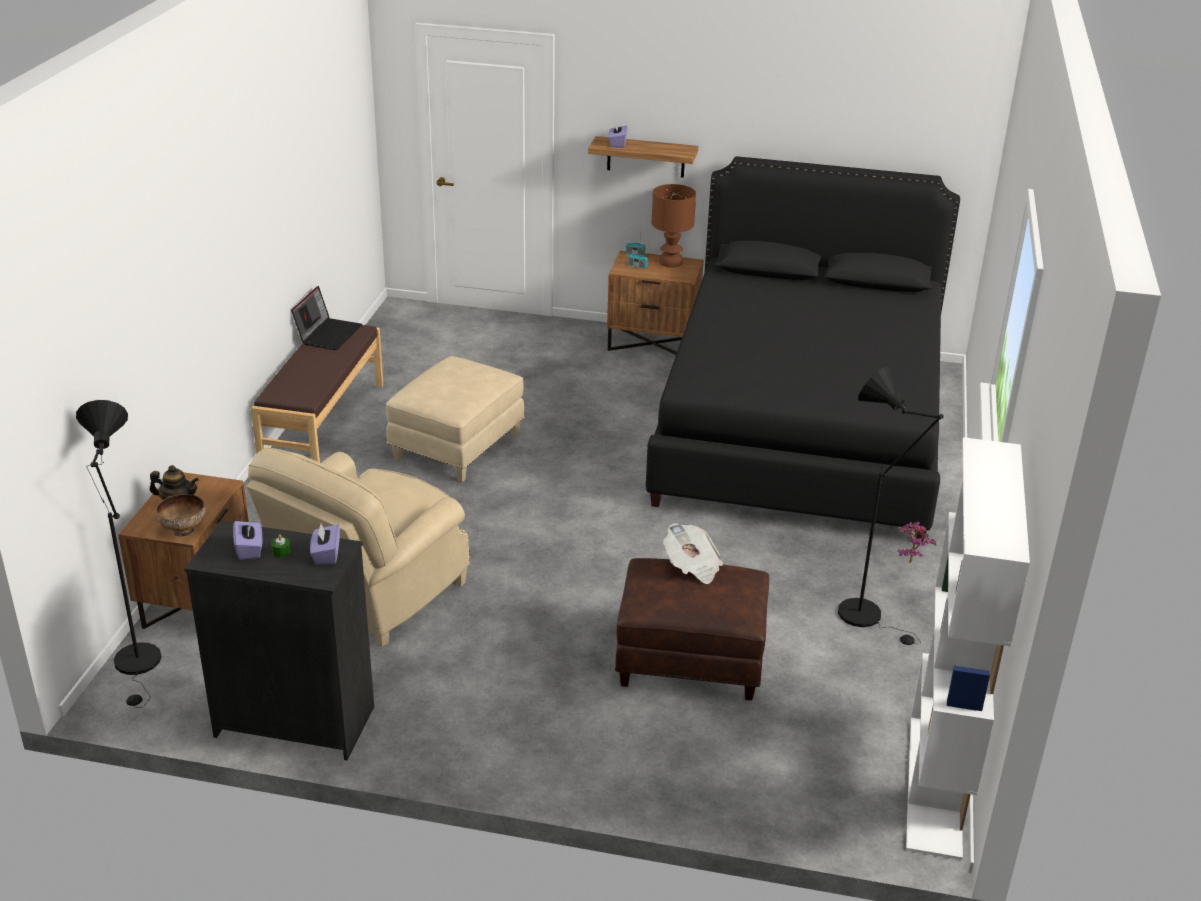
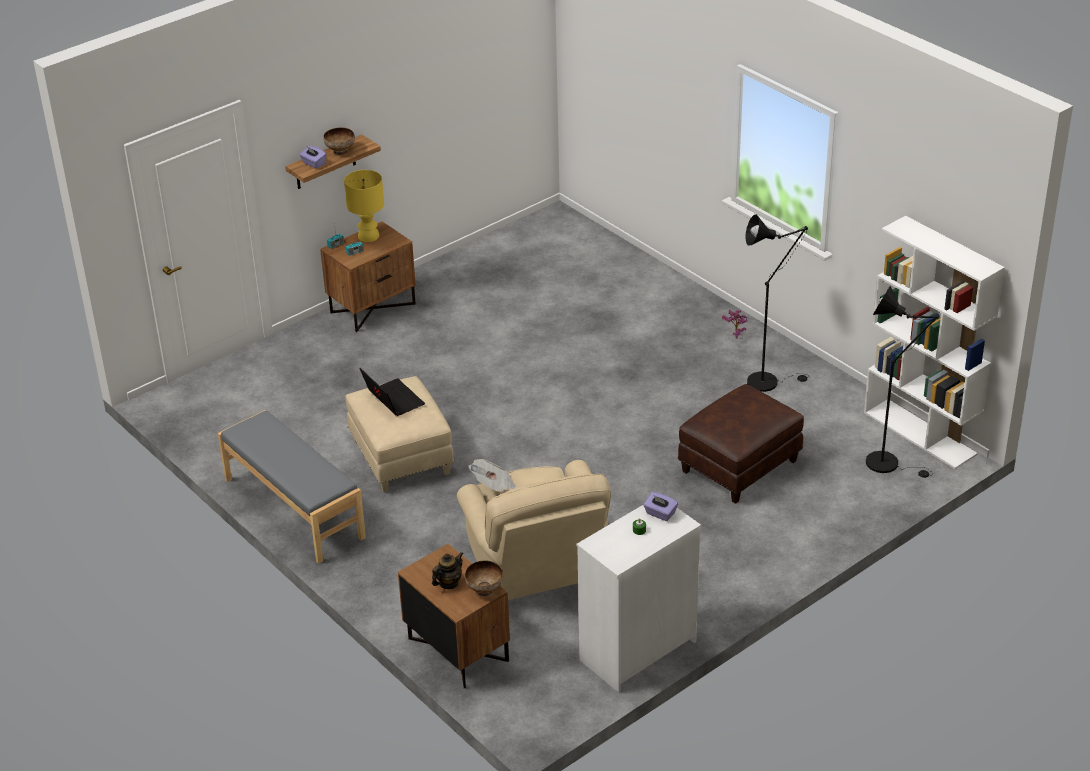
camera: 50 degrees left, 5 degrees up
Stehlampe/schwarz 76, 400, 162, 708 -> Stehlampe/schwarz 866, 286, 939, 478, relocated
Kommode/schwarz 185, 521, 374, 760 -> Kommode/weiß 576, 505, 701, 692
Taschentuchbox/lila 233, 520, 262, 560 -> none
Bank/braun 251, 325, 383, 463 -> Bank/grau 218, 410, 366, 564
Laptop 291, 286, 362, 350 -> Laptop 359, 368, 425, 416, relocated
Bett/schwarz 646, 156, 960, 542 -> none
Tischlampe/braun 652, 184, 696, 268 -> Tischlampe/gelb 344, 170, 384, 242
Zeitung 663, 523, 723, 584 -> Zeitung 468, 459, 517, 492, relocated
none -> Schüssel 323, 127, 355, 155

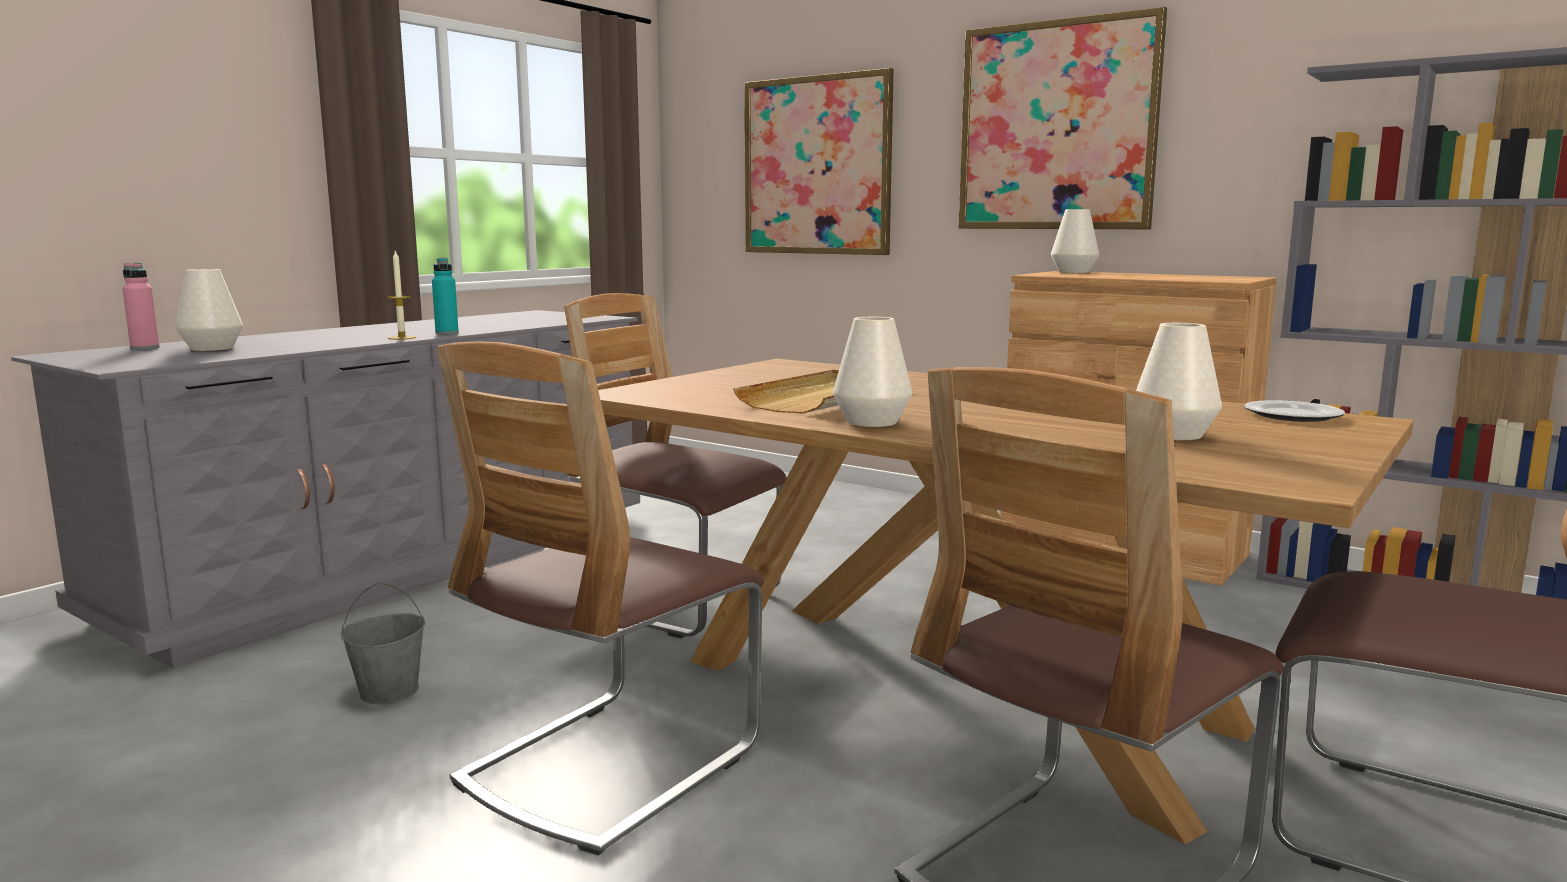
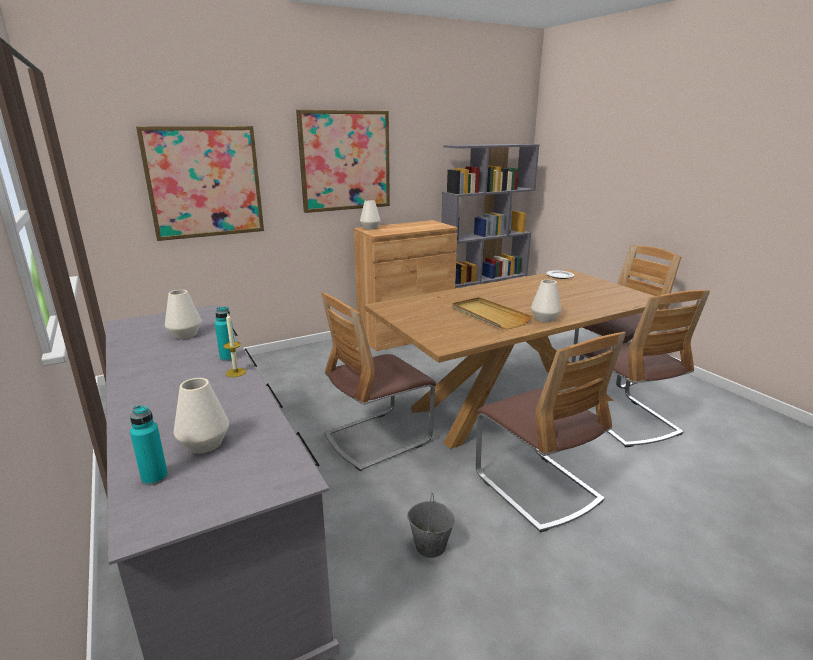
camera: 65 degrees left, 10 degrees up
Flasche/rosa 122, 263, 160, 350 -> Flasche/türkis 130, 405, 168, 486
Vase/weiß 1136, 323, 1222, 440 -> Vase/weiß 165, 290, 202, 339, relocated

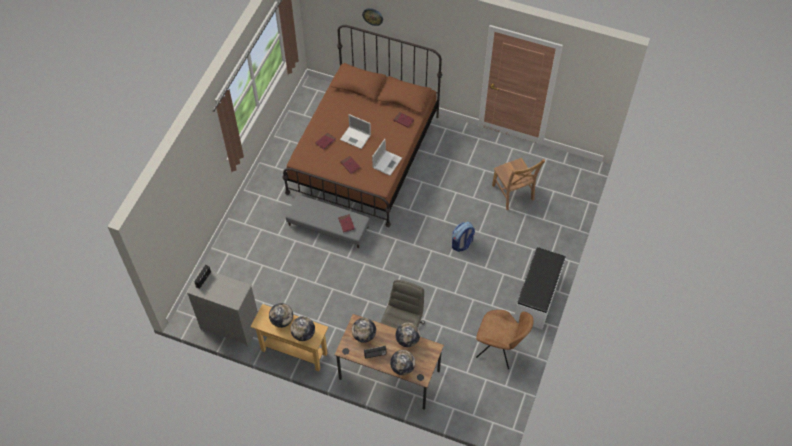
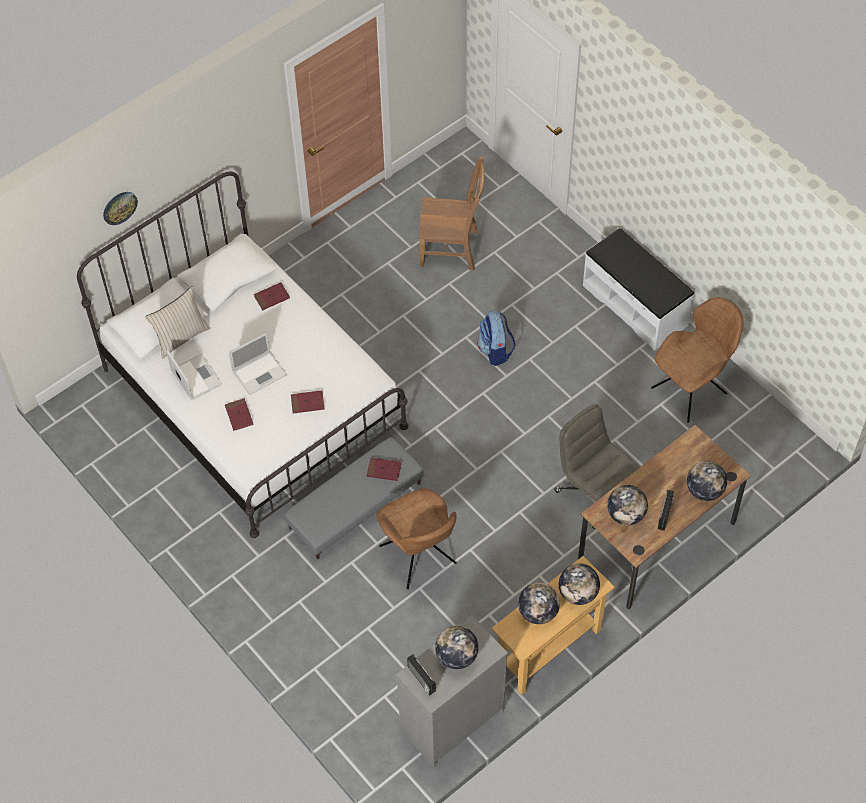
camera: 60 degrees left, 0 degrees up
Bett/braun 282, 25, 442, 227 -> Bett/weiß 77, 172, 408, 538
Laptop 372, 139, 402, 176 -> Laptop 166, 350, 222, 400, relocated
Globus 396, 323, 420, 347 -> Globus 435, 626, 479, 669, relocated
none -> Kissen/beige 145, 286, 211, 358
none -> Stuhl/braun 376, 488, 457, 589

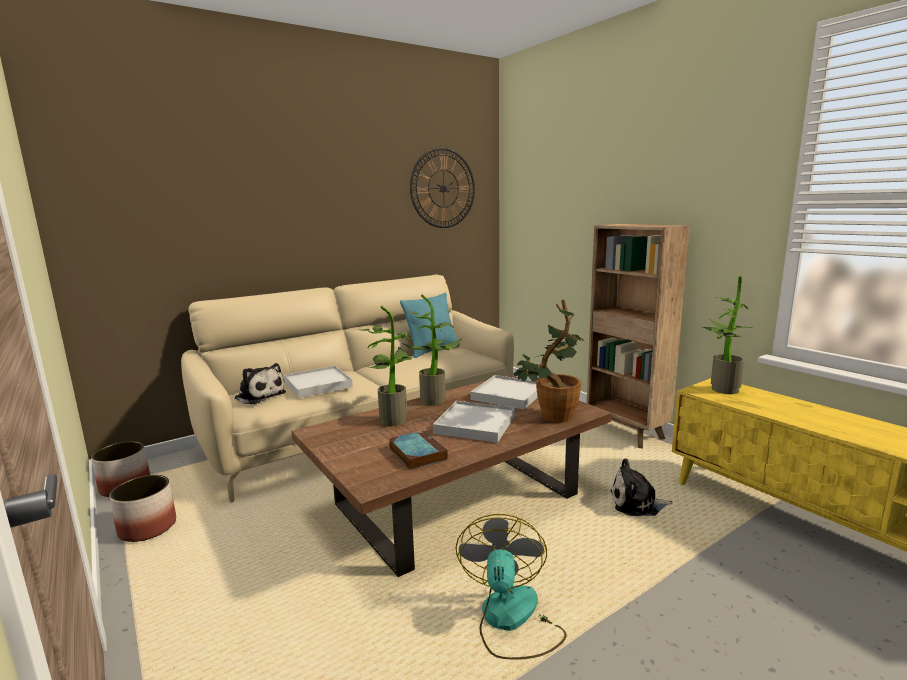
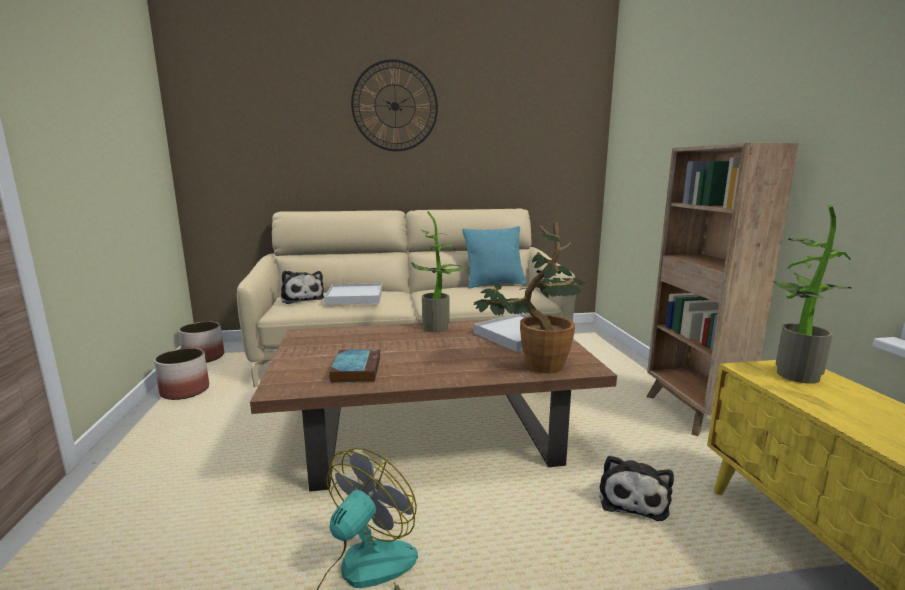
camera: 25 degrees right, 0 degrees up
Topfpflanze 356, 306, 411, 426 -> none
Wanduhr 410, 148, 475, 228 -> Wanduhr 351, 59, 438, 151, relocated
Tablett/weiß 433, 401, 515, 443 -> none
Plüschtier 611, 458, 673, 516 -> Plüschtier 599, 455, 674, 521, 105 degrees counterclockwise

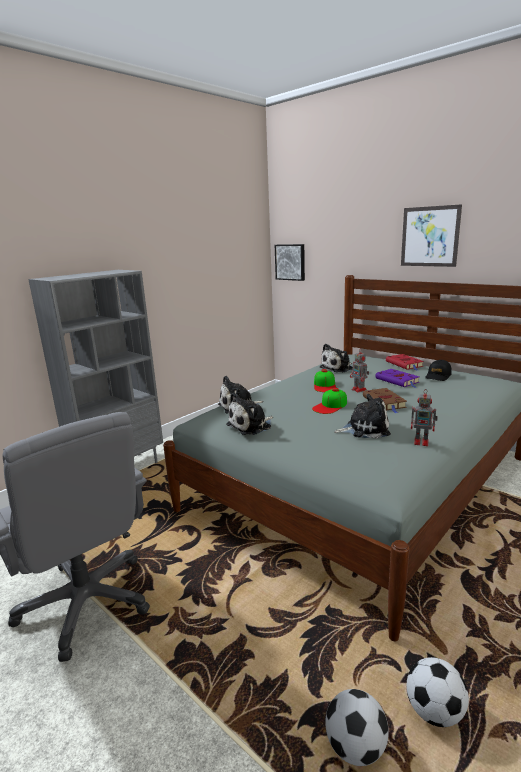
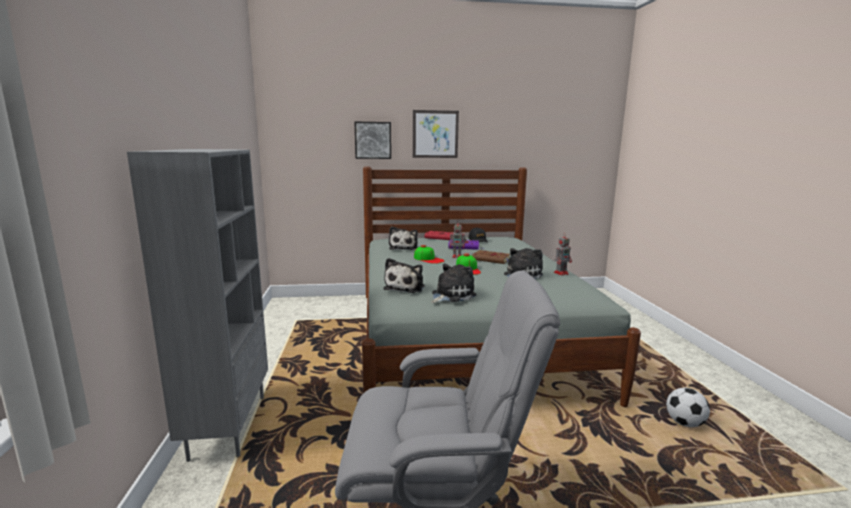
camera: 50 degrees left, 5 degrees down
Plüschtier 226, 392, 273, 435 -> Plüschtier 431, 264, 476, 303, 135 degrees counterclockwise
Bild 275, 244, 305, 281 -> Bild 355, 122, 391, 159, relocated
Fußball 325, 689, 389, 766 -> none

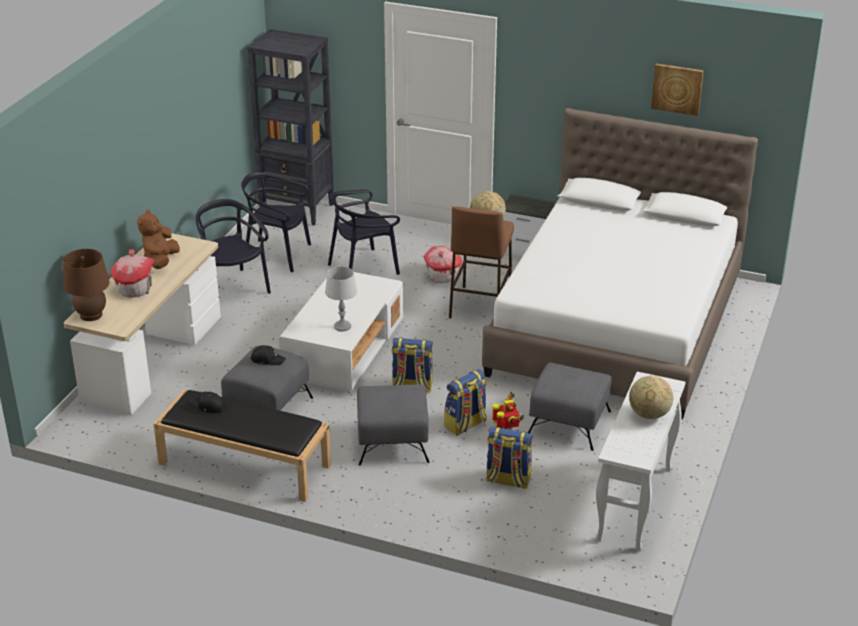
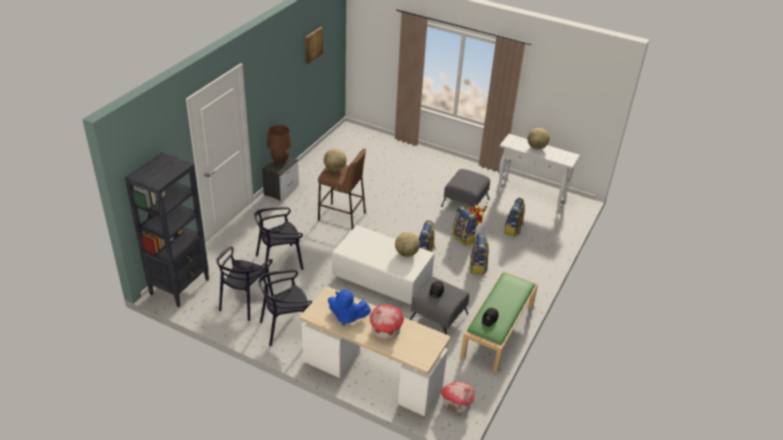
camera: 85 degrees left, 5 degrees up
Tischlampe/braun 63, 249, 109, 321 -> Tischlampe/braun 267, 125, 292, 165, relocated
Plüschtier/braun 137, 210, 180, 269 -> Plüschtier/blau 328, 290, 371, 326
Bank/schwarz 153, 390, 331, 502 -> Bank/grün 460, 271, 538, 372
Tischlampe/grau 325, 266, 358, 331 -> Globus 395, 232, 420, 257
Stuhl/schwarz 328, 190, 400, 275 -> Stuhl/schwarz 254, 207, 304, 270, 90 degrees clockwise
Polsterhocker/grau 357, 384, 430, 465 -> Rucksack 470, 233, 489, 275
Spielzeughaus 423, 246, 463, 283 -> Spielzeughaus 441, 382, 474, 414, relocated
Bett/weiß 482, 108, 758, 419 -> none

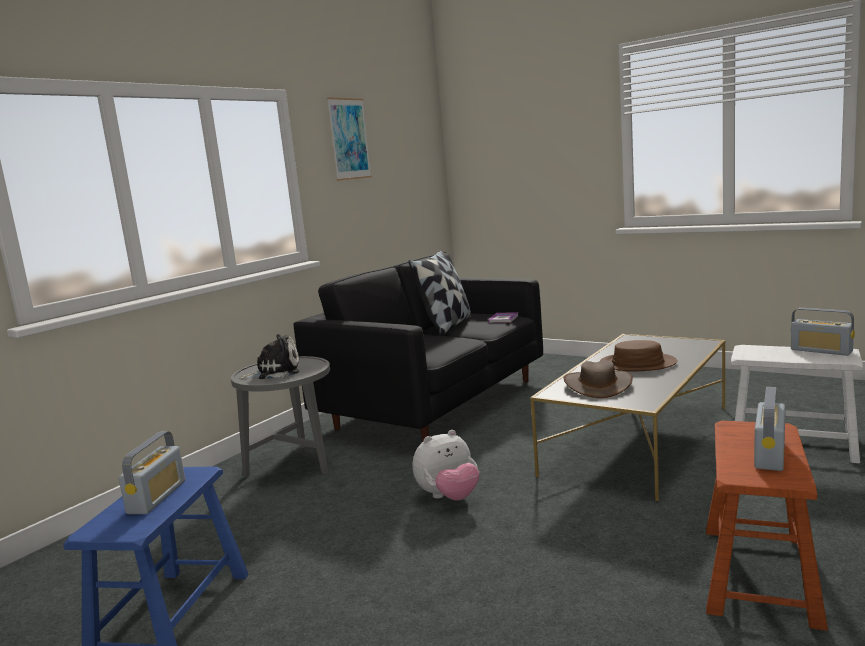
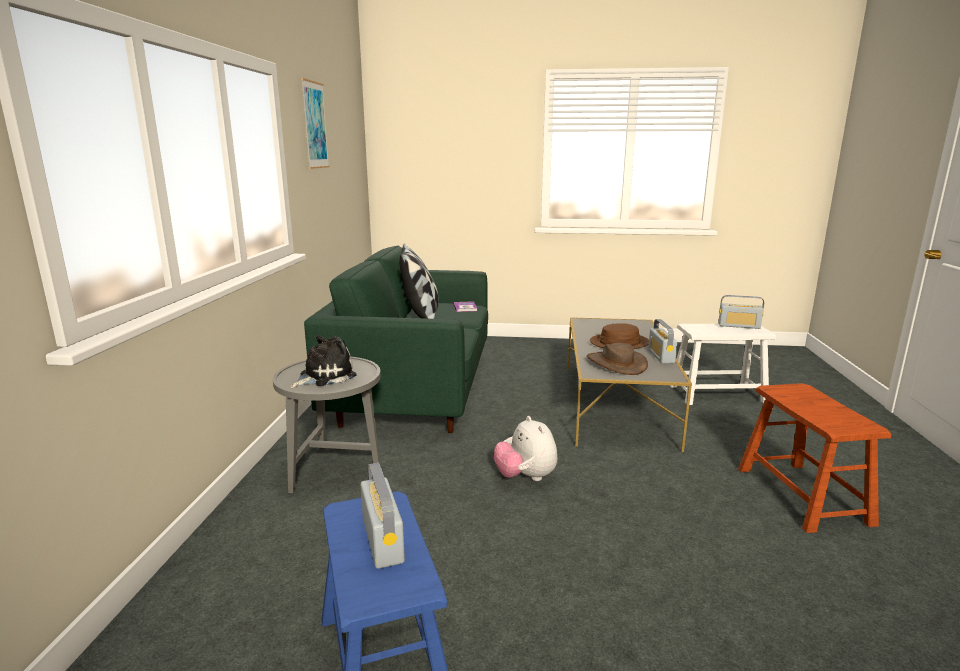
camera: 30 degrees left, 5 degrees up
Sofa/schwarz 293, 252, 543, 442 -> Sofa/grün 304, 246, 488, 433
Plüschtier 413, 430, 479, 501 -> Plüschtier 494, 416, 557, 481, 120 degrees clockwise
Radio 754, 387, 785, 471 -> Radio 648, 319, 677, 364, relocated

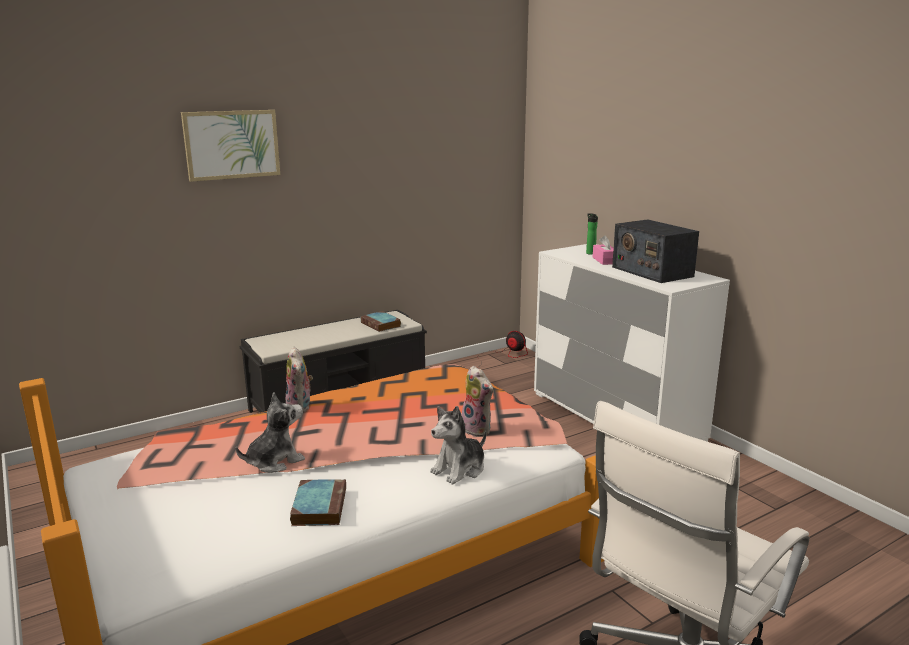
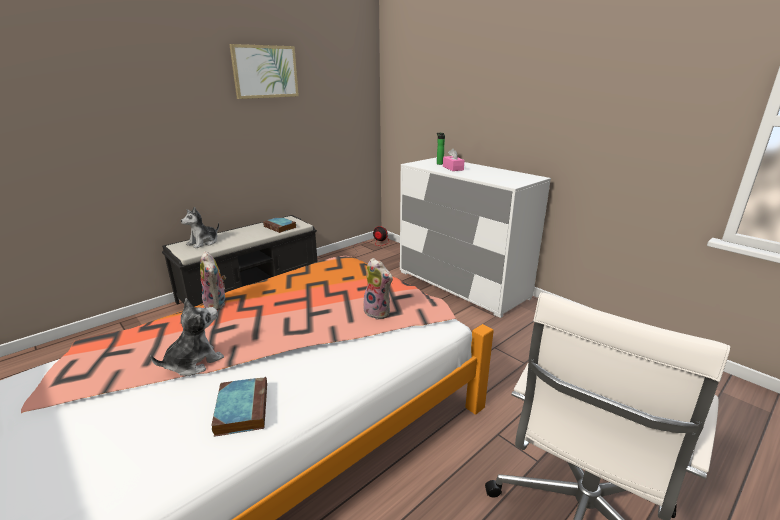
camera: 10 degrees left, 5 degrees up
Bild 181, 110, 280, 182 -> Bild 229, 44, 299, 99, relocated
Plüschtier 430, 406, 487, 484 -> Plüschtier 181, 207, 219, 248, relocated
Radio 612, 219, 699, 283 -> none

